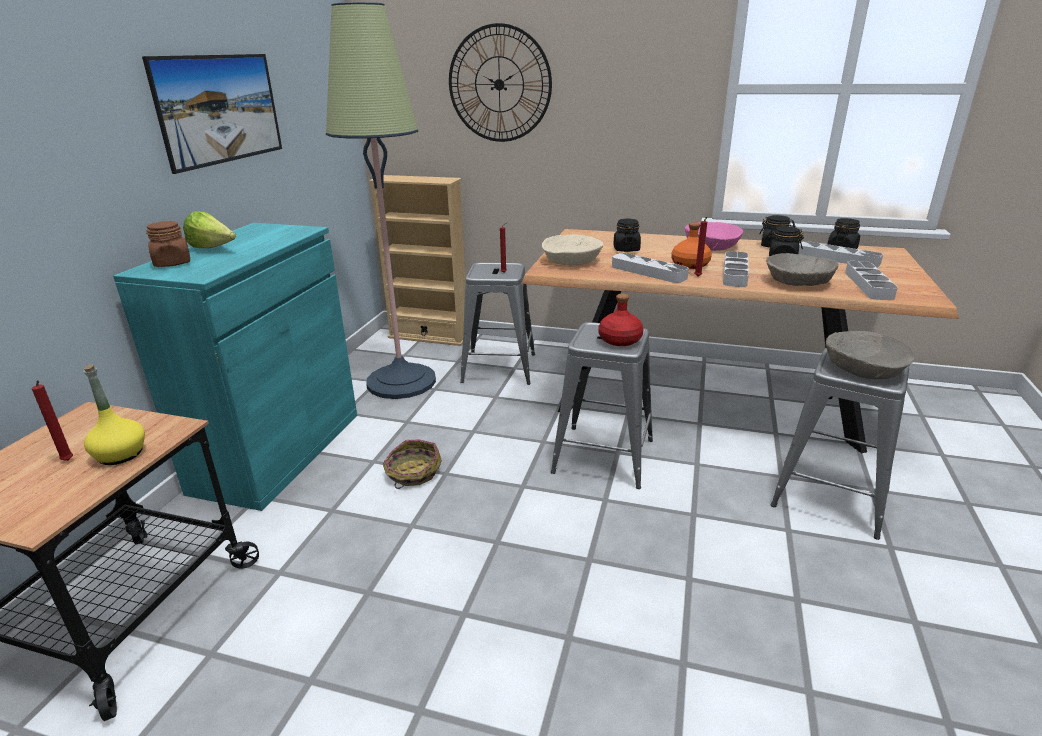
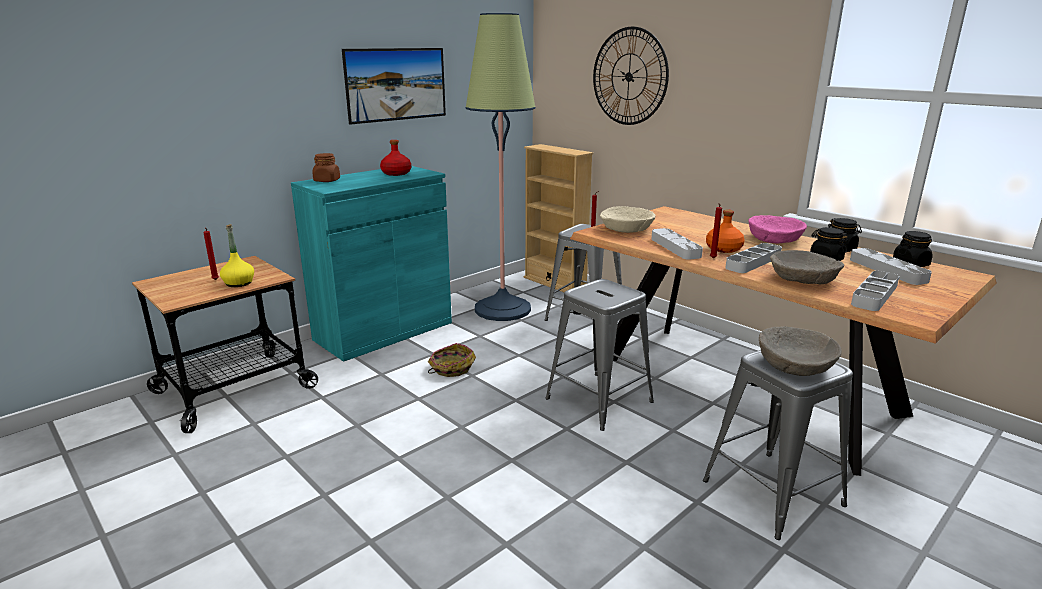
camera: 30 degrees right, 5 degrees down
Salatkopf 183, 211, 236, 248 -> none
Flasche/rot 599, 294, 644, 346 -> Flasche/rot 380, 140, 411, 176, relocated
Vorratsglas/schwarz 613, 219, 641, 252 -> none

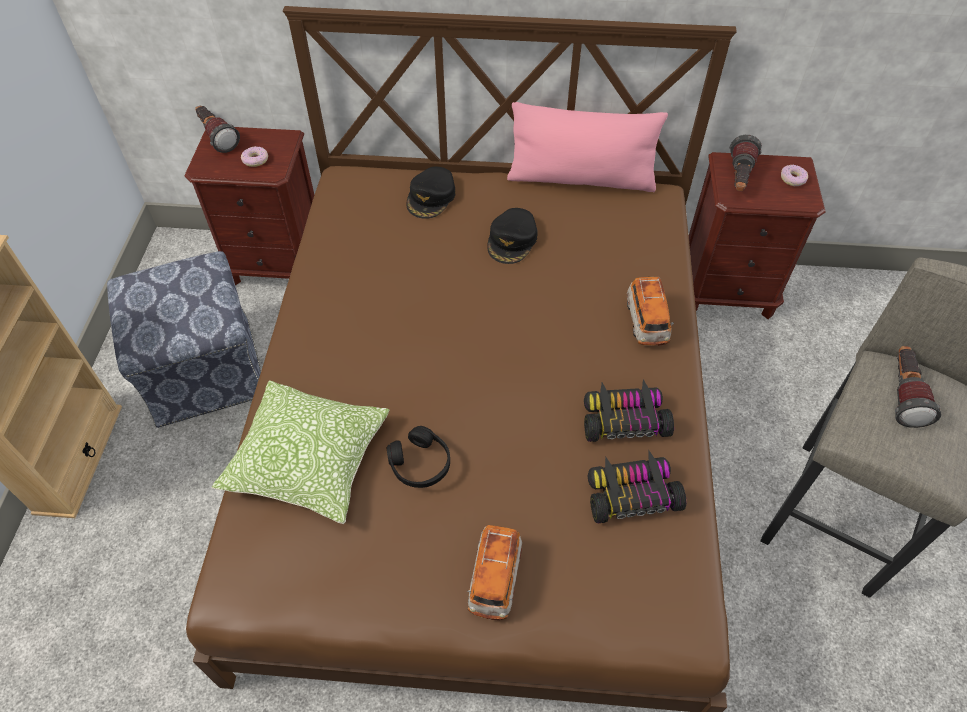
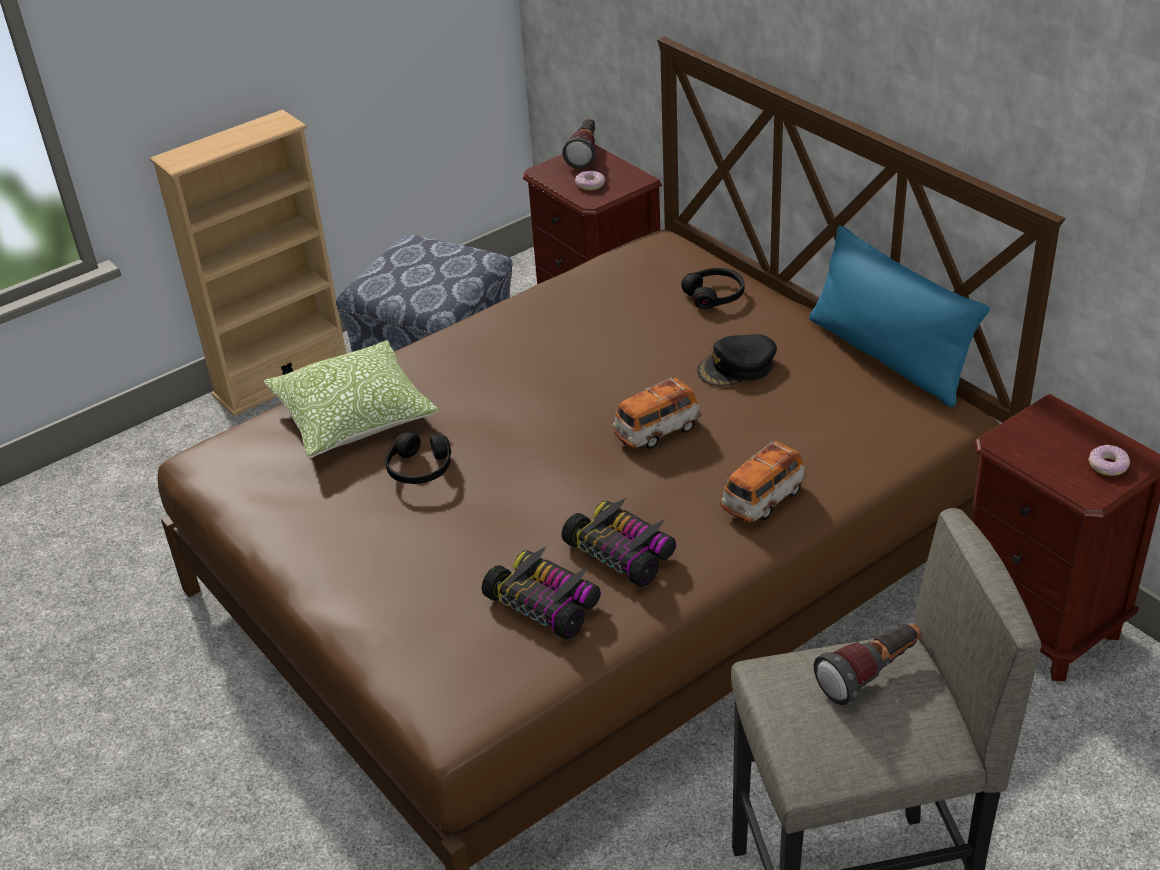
camera: 50 degrees right, 15 degrees down
Kappe/schwarz 406, 167, 455, 219 -> Kopfhörer/schwarz 681, 268, 745, 309
Spielzeugauto 467, 525, 522, 620 -> Spielzeugauto 613, 377, 702, 449, relocated
Kissen/rosa 507, 102, 668, 192 -> Kissen/blau 809, 225, 990, 407
Taschenlampe 730, 135, 762, 191 -> none

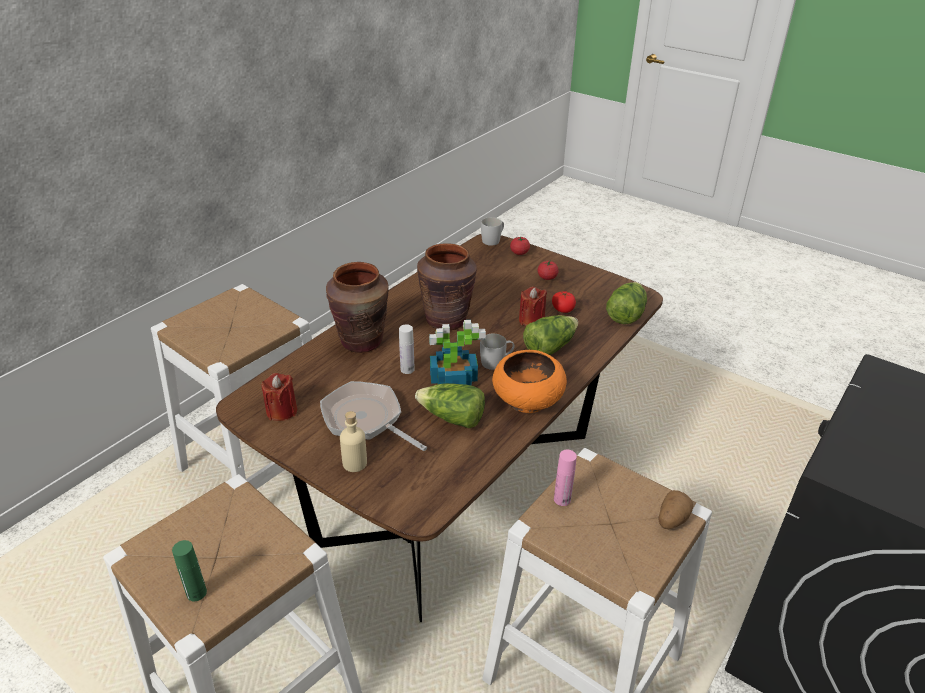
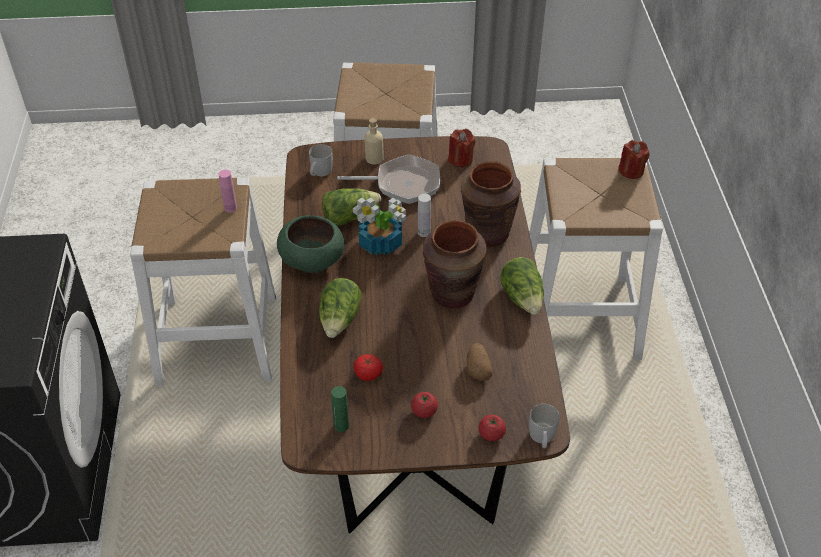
camera: 140 degrees right, 10 degrees up
Flasche/grün 172, 540, 207, 601 -> Flasche/grün 331, 386, 349, 432, relocated
Henkelbecher/weiß 480, 334, 514, 370 -> Henkelbecher/weiß 309, 144, 333, 176, relocated
Schüssel/orange 492, 350, 567, 413 -> Schüssel/grün 277, 215, 344, 273
Kerze/rot 519, 287, 547, 326 -> Kerze/rot 618, 140, 649, 179, relocated
Salatkopf 606, 282, 647, 324 -> Salatkopf 500, 257, 544, 315, relocated
Kartoffel 659, 490, 693, 529 -> Kartoffel 467, 343, 493, 381, relocated

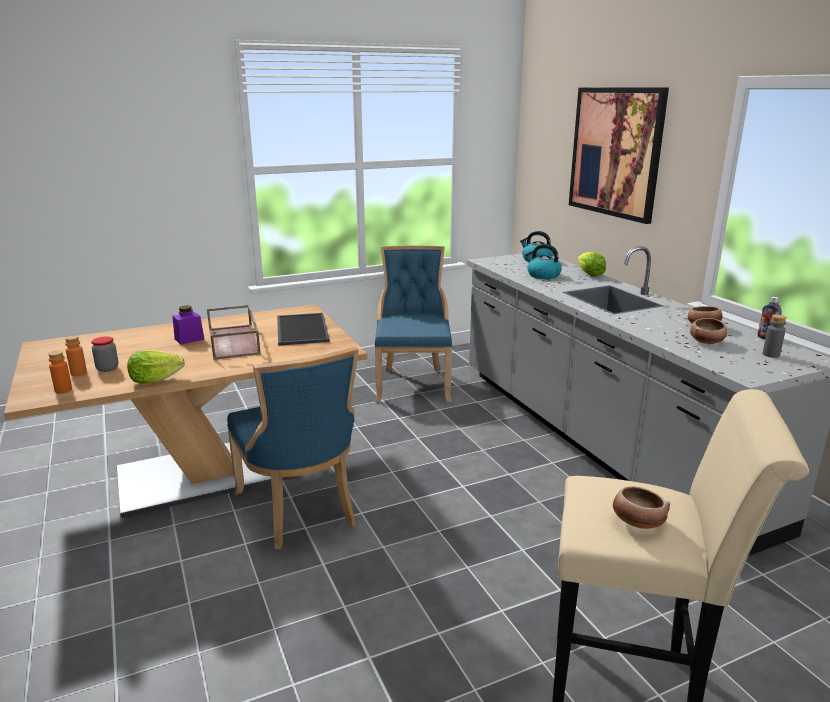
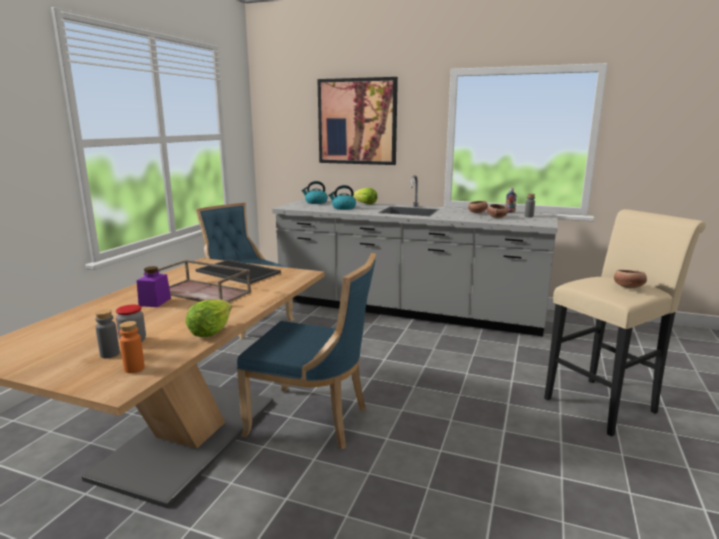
camera: 45 degrees left, 5 degrees down
Flasche/orange 65, 336, 87, 376 -> Flasche/grau 95, 309, 120, 358

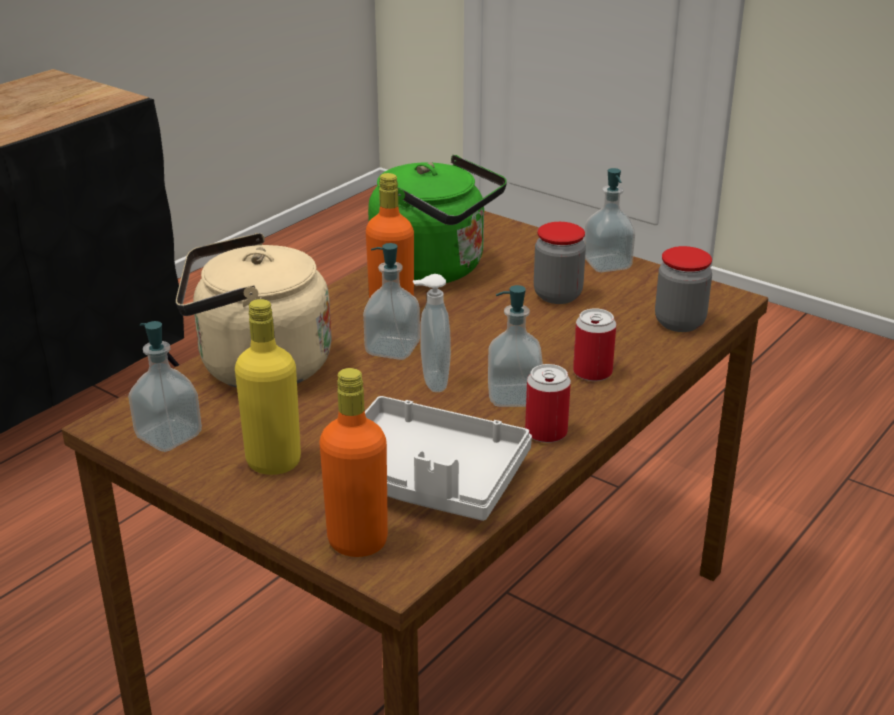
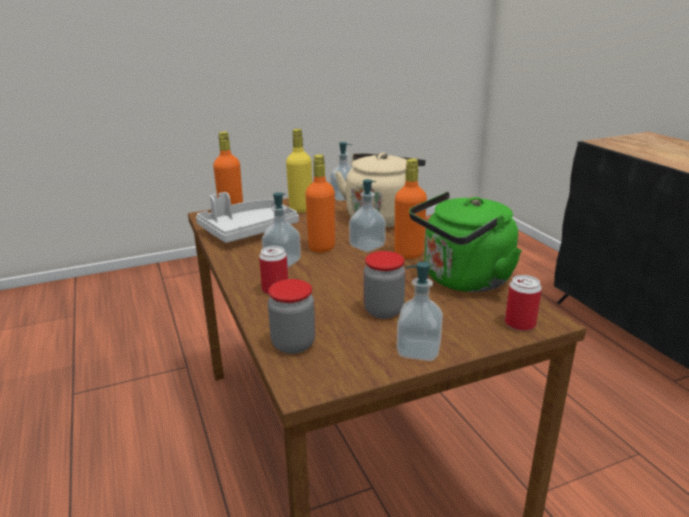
camera: 120 degrees right, 5 degrees down
Seifenspender 413, 274, 451, 392 -> Flasche/orange 305, 154, 335, 253
Dose 525, 364, 571, 443 -> Dose 505, 275, 542, 331, relocated

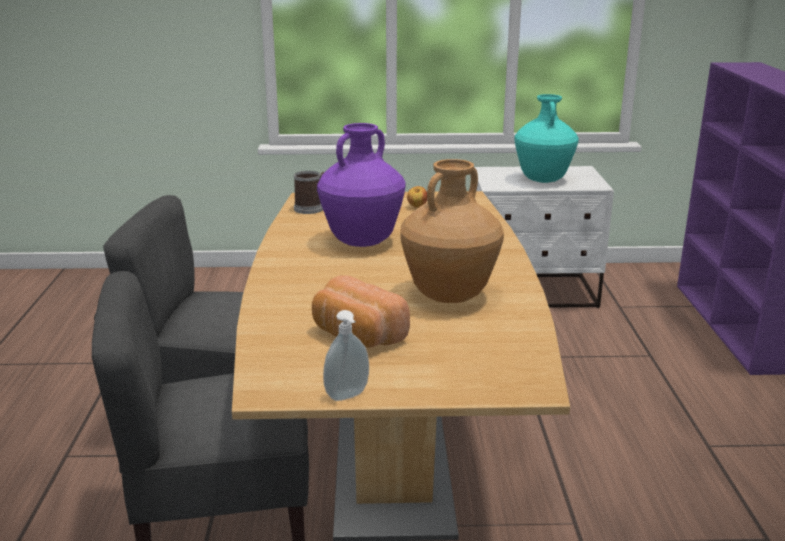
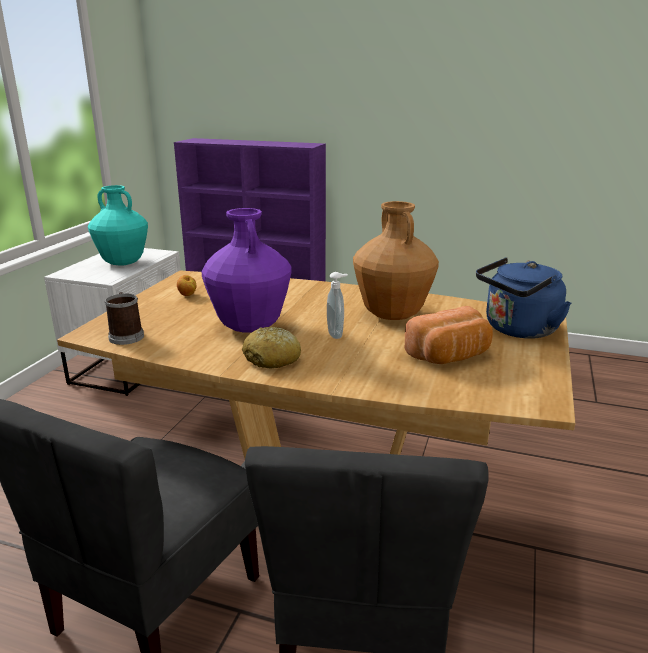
camera: 70 degrees left, 0 degrees up
Seifenspender 323, 310, 369, 401 -> Seifenspender 327, 272, 348, 339, relocated
none -> Brot 242, 327, 301, 369
none -> Wasserkessel/blau 476, 257, 571, 339

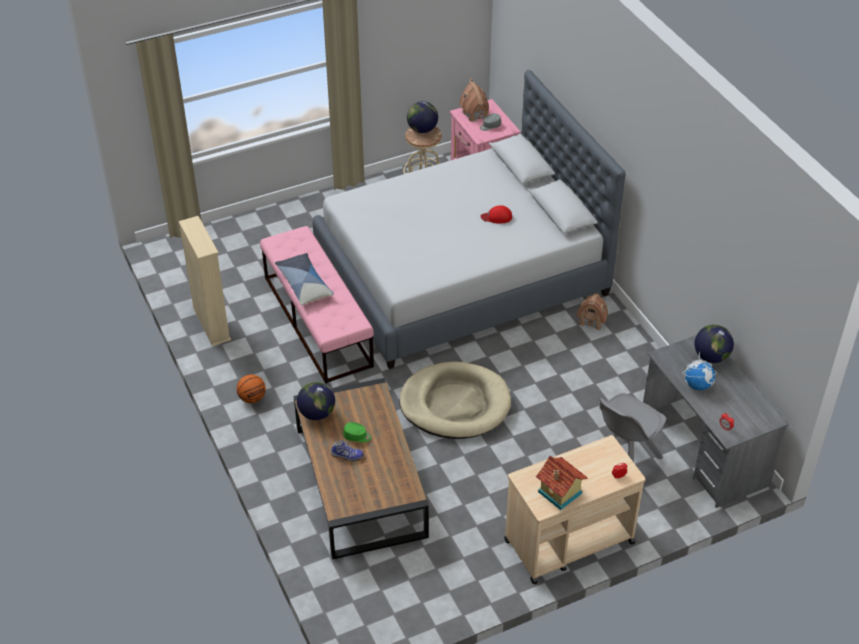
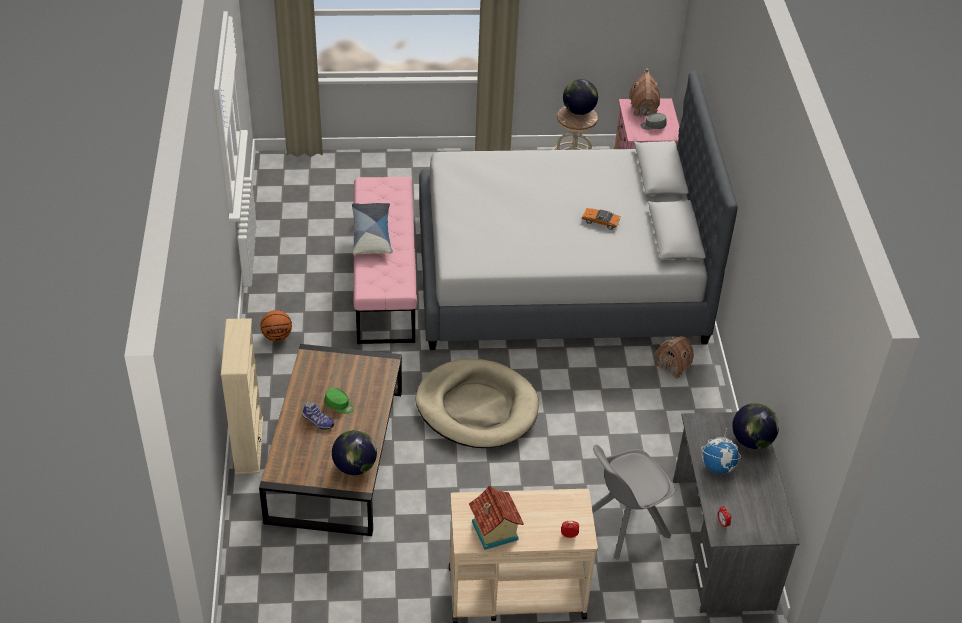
camera: 20 degrees right, 0 degrees up
Bücherregal/beige 179, 216, 231, 346 -> Bücherregal/beige 221, 318, 263, 474, relocated
Globus 297, 382, 335, 420 -> Globus 332, 430, 377, 475, relocated
Kappe/rot 480, 205, 512, 223 -> Spielzeugauto 582, 208, 621, 230

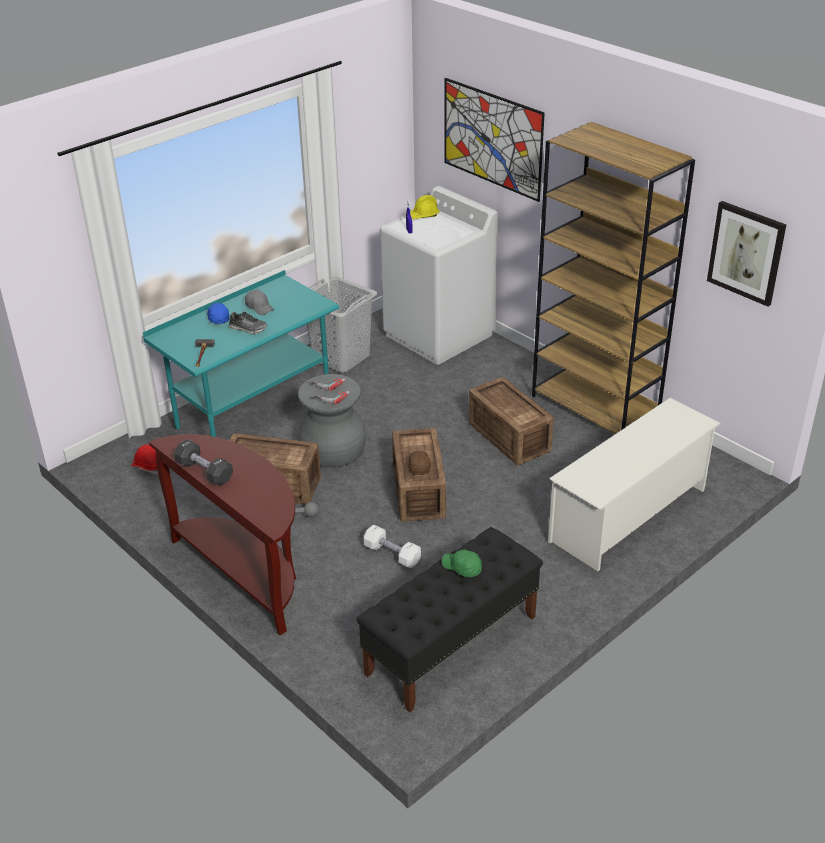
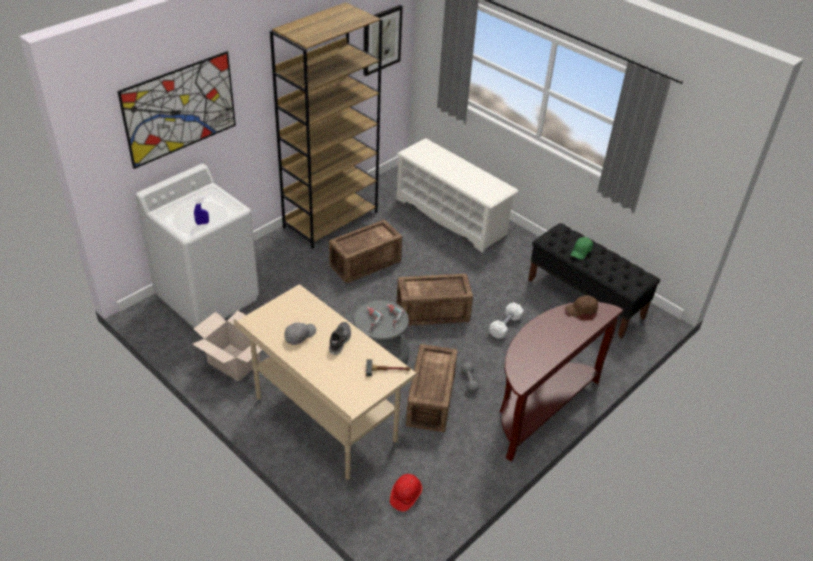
camera: 95 degrees left, 5 degrees up
Schreibtisch/türkis 143, 270, 339, 437 -> Schreibtisch/beige 233, 284, 417, 481
Hantel/schwarz 174, 439, 233, 486 -> none
Kappe/blau 207, 303, 229, 324 -> none
Wäschekorb/grau 307, 276, 377, 373 -> Karton 193, 311, 262, 382
Schutzhelm/gelb 405, 195, 440, 219 -> none
Kappe/braun 408, 451, 431, 475 -> Kappe/braun 565, 295, 598, 317, relocated

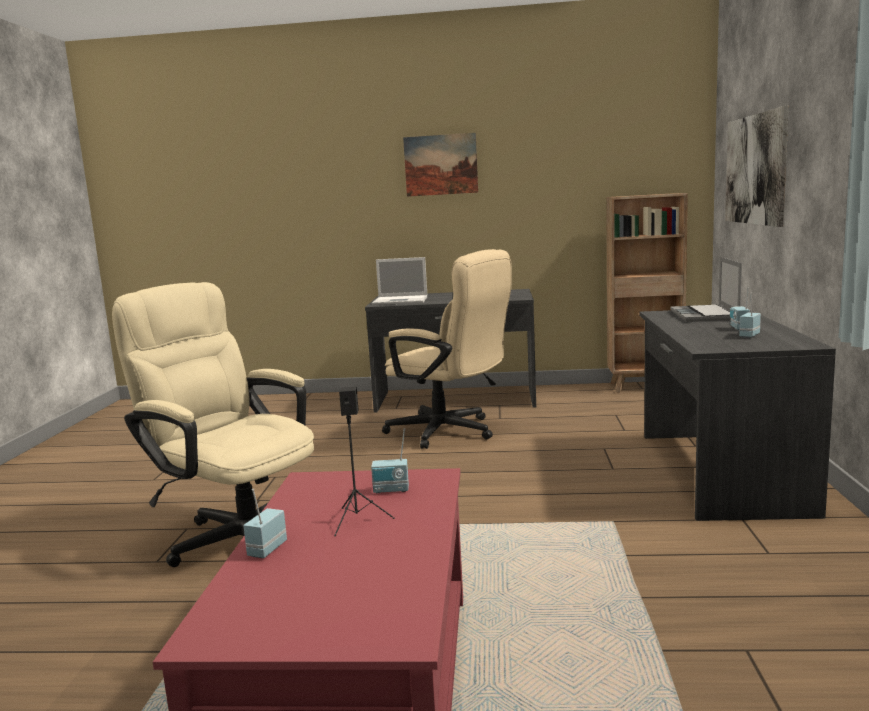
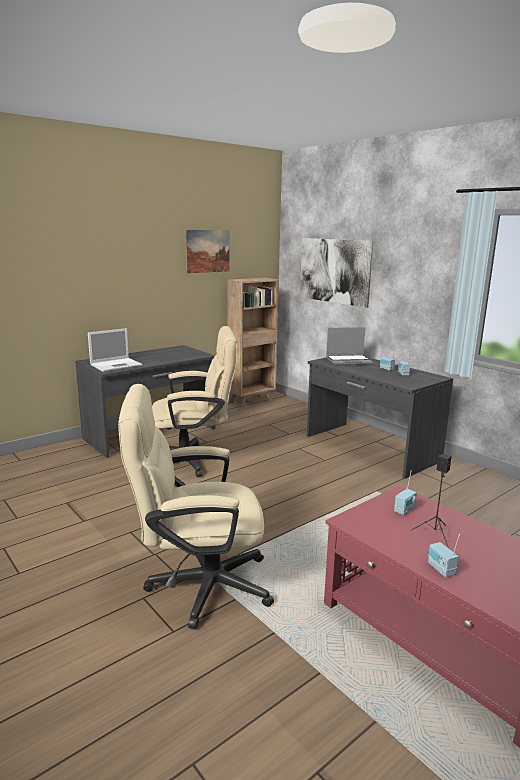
camera: 45 degrees left, 5 degrees up
Bild 403, 133, 478, 197 -> Bild 186, 230, 230, 273, relocated
Laptop 670, 257, 742, 322 -> Laptop 326, 327, 373, 365, 60 degrees counterclockwise

